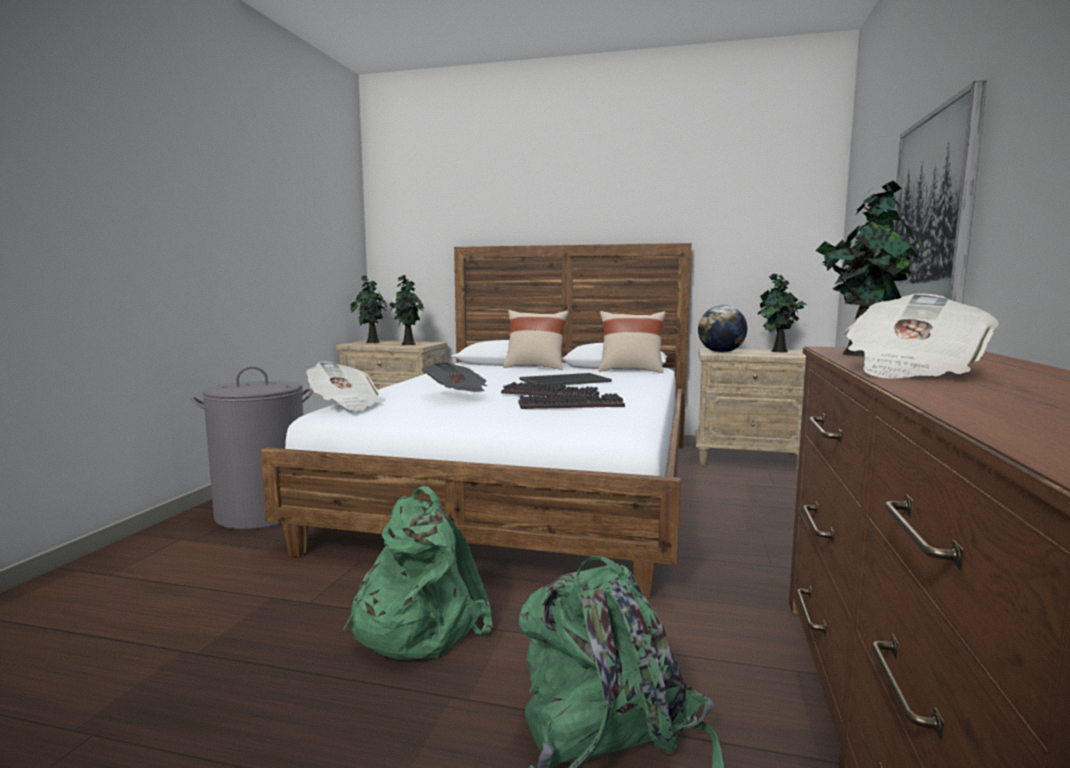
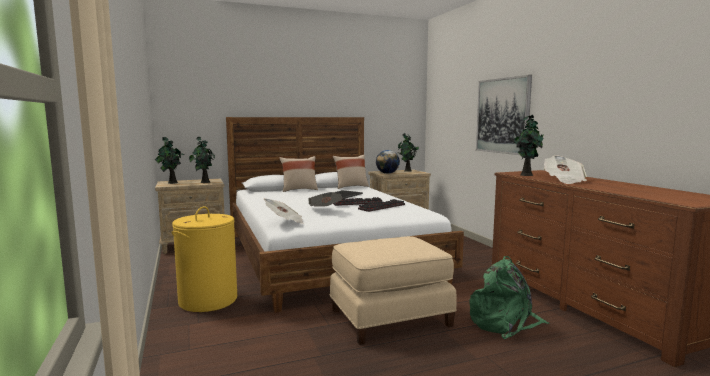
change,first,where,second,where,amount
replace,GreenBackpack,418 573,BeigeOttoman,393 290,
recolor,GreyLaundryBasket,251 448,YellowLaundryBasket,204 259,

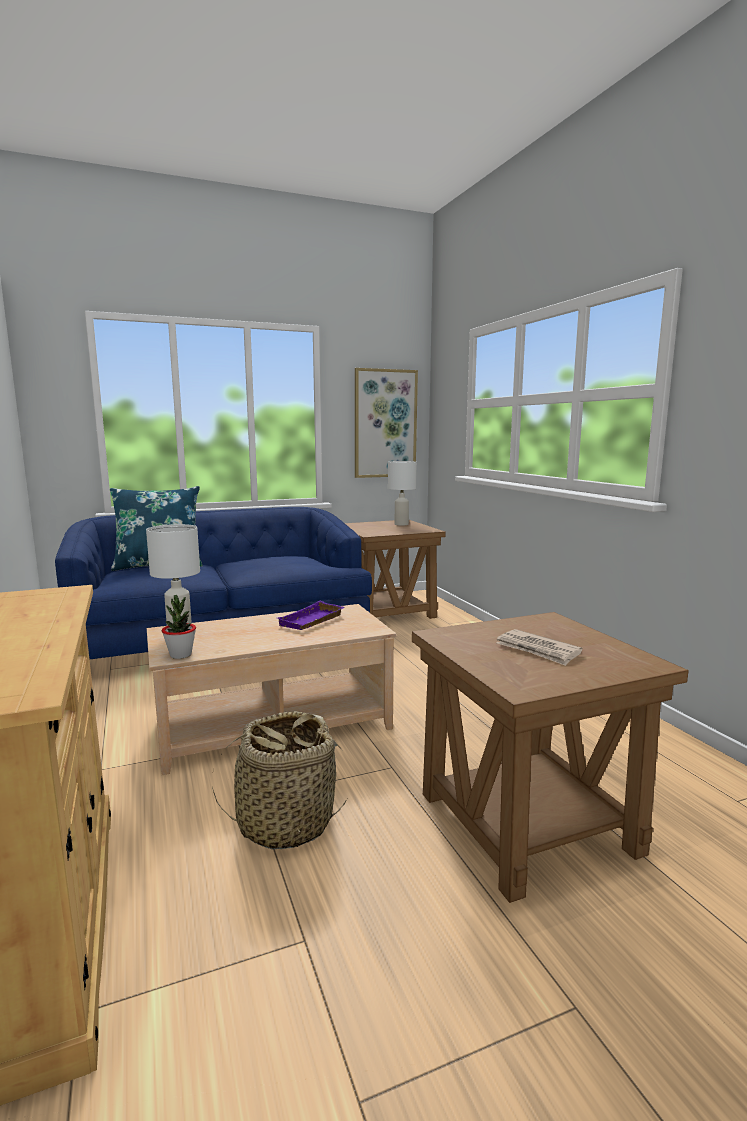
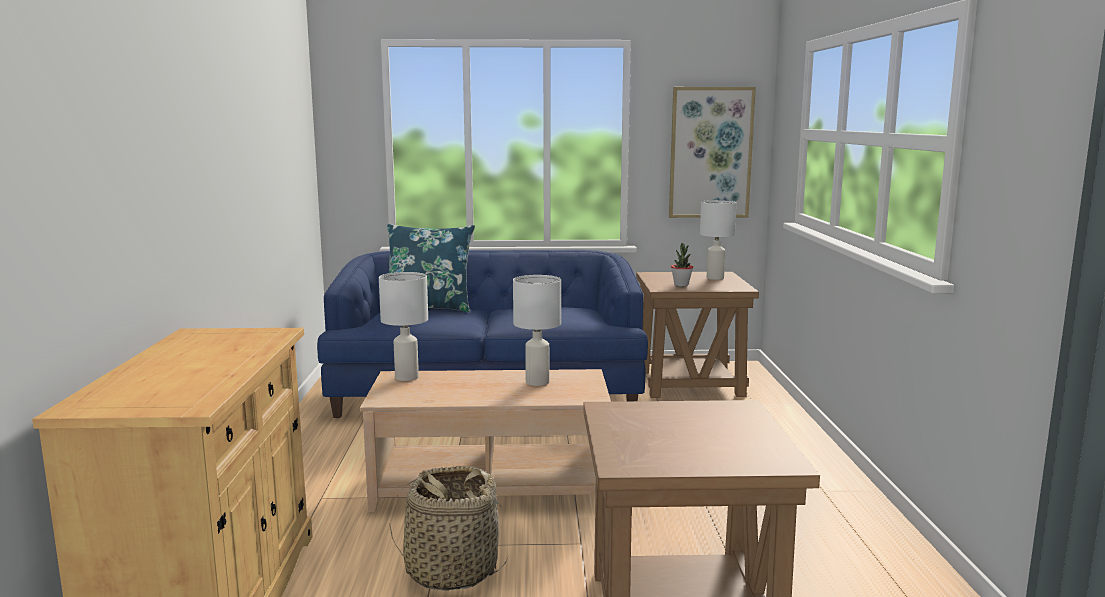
change,first,where,second,where,amount
delete,Newspaper,539 647,,,
move,PottedPlant,179 627,,682 264,
replace,PurpleTray,311 615,WhiteTableLamp,537 330,

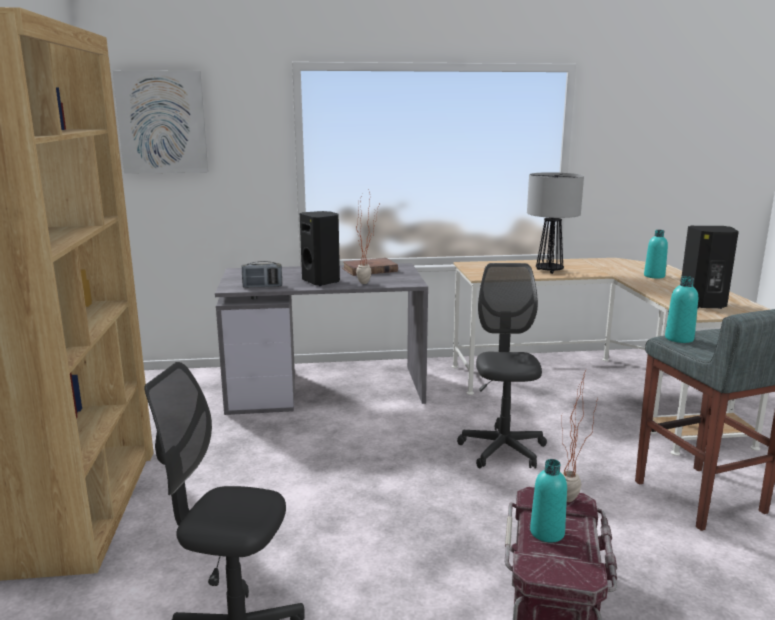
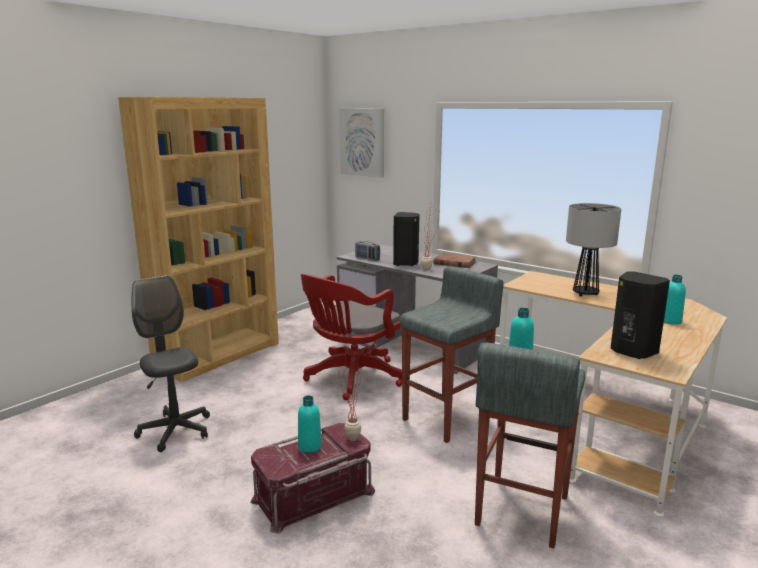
change,first,where,second,where,amount
insert,,,RedOfficeChair,351 337,
replace,GreyOfficeChair,502 366,GreyStool,452 355,

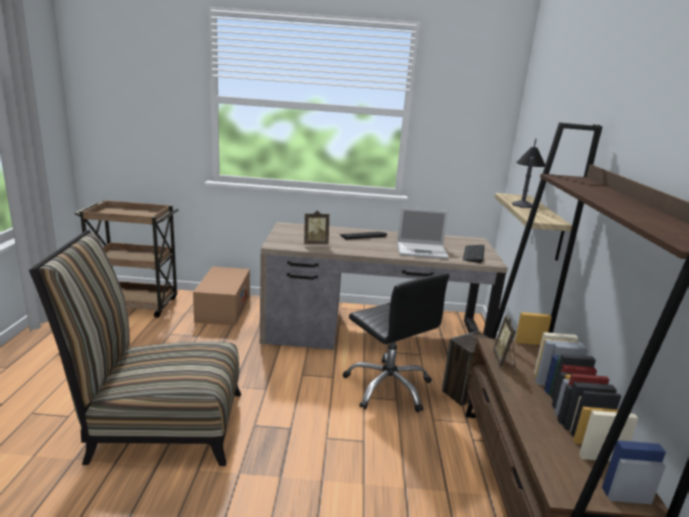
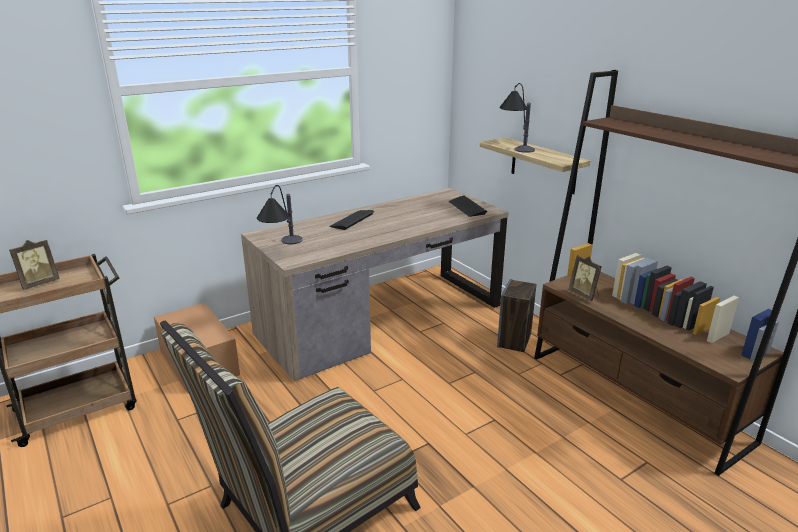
change,first,where,second,where,amount
delete,BlackOfficeChair,396 343,,,
delete,Laptop,423 233,,,
insert,,,TableLamp,280 214,
move,PictureFrame,316 227,,34 265,

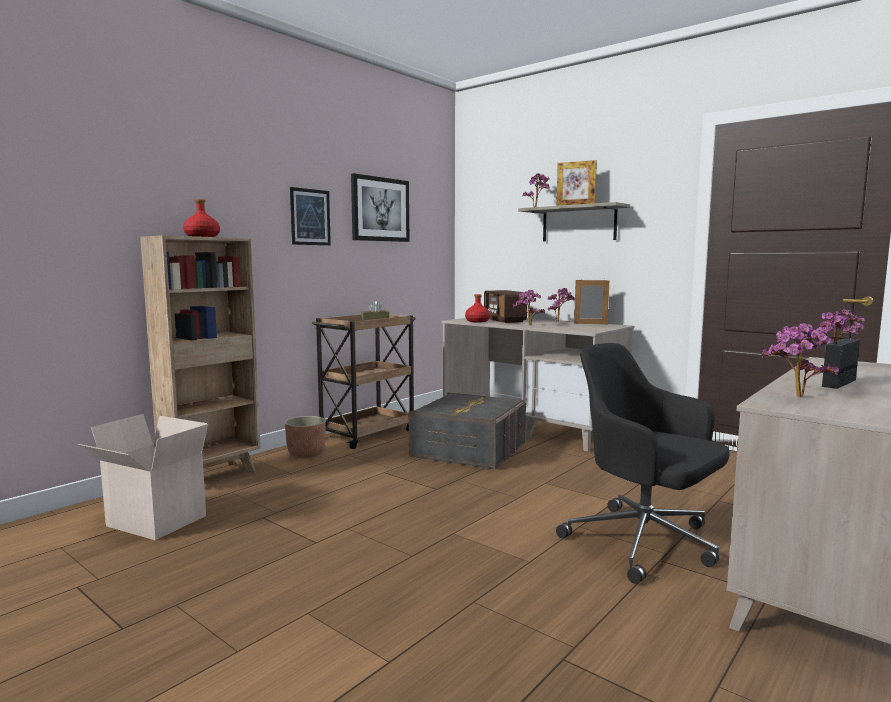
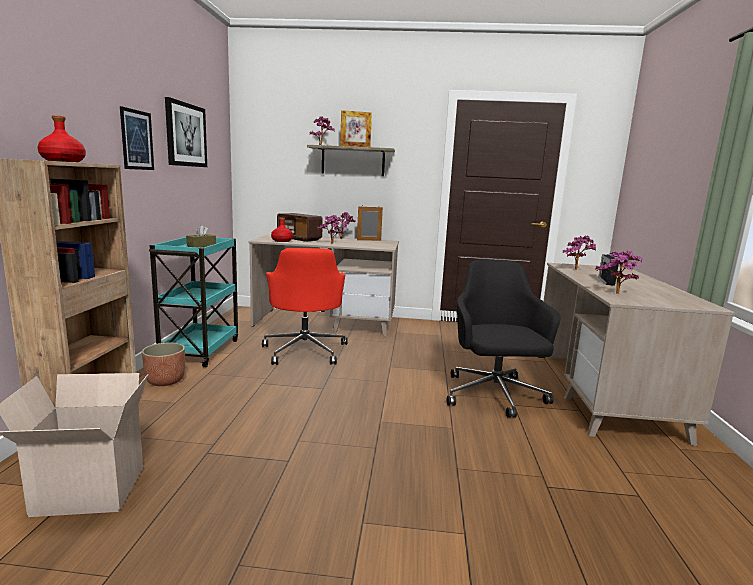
change,first,where,second,where,amount
replace,GreyStorageBox,467 431,RedOfficeChair,305 306,
recolor,BrownCart,364 381,TurquoiseCart,193 302,
rotate,BlackOfficeChair,642 463,,504 339,75 degrees clockwise

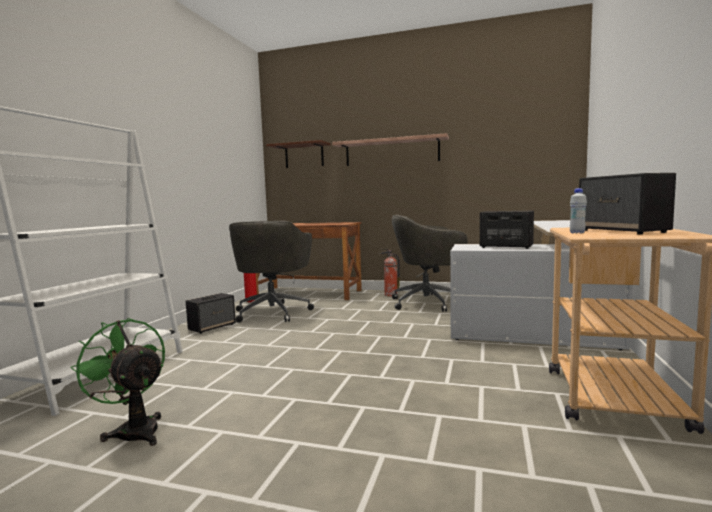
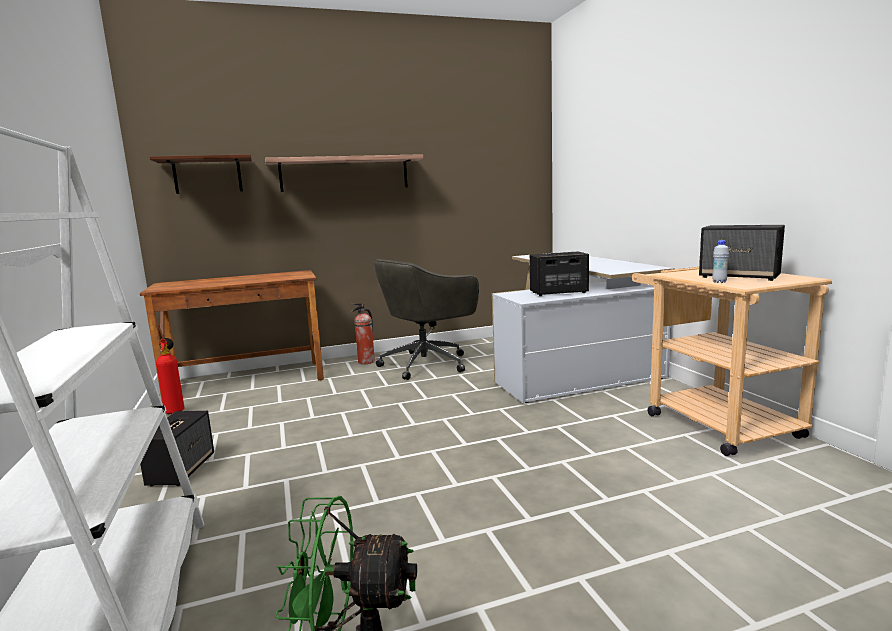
change,first,where,second,where,amount
delete,GreyOfficeChair,271 272,,,

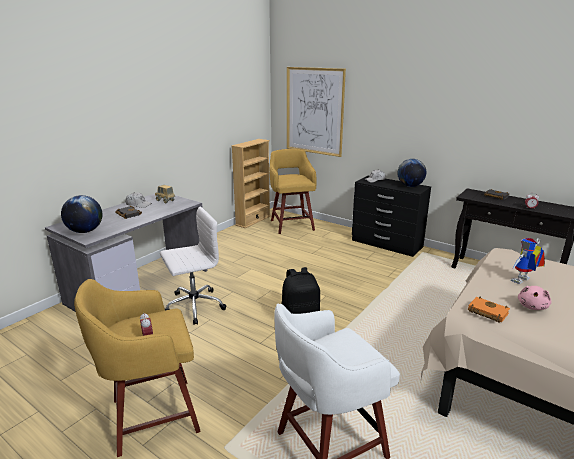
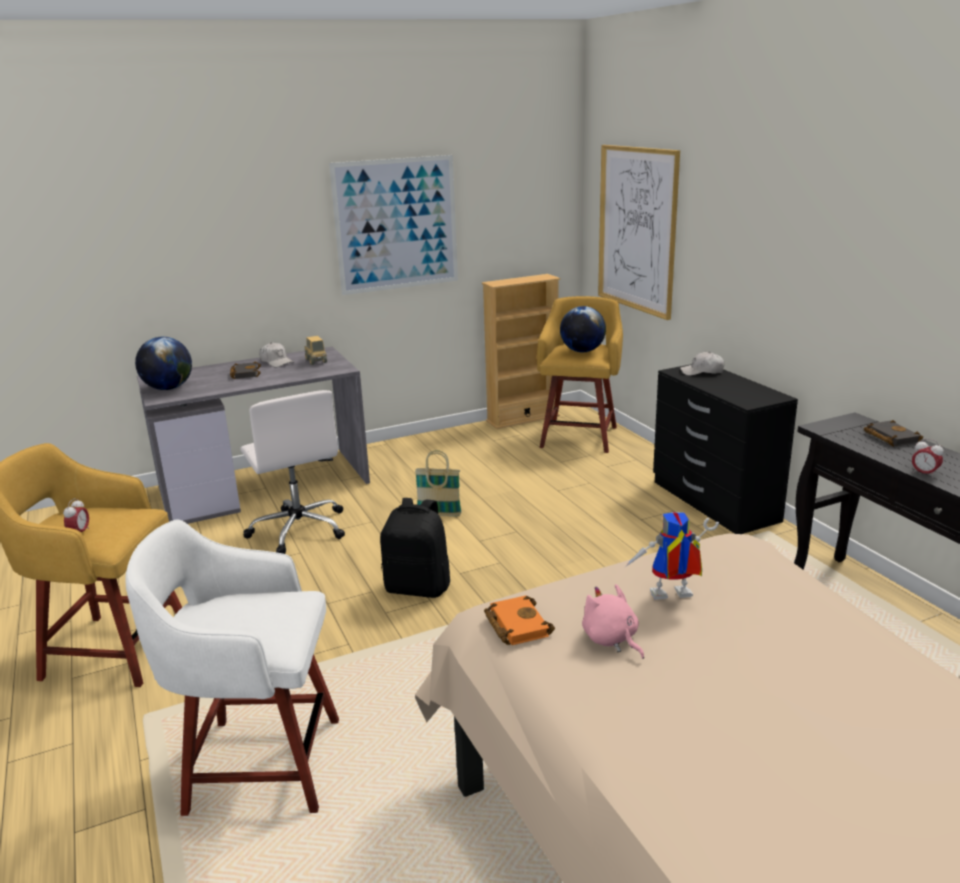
change,first,where,second,where,amount
insert,,,Picture,393 225,
insert,,,Basket,438 483,
move,Globe,411 173,,583 329,
rotate,WhiteOfficeChair,193 265,,292 472,60 degrees clockwise
rotate,PinkPlushToy,535 298,,613 621,90 degrees clockwise

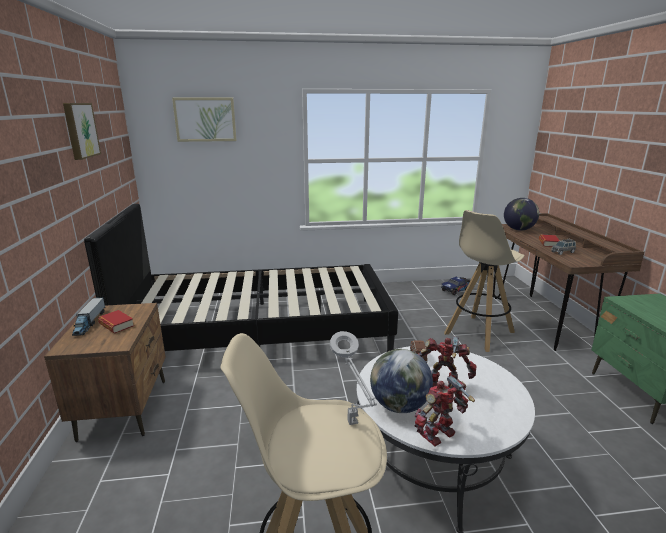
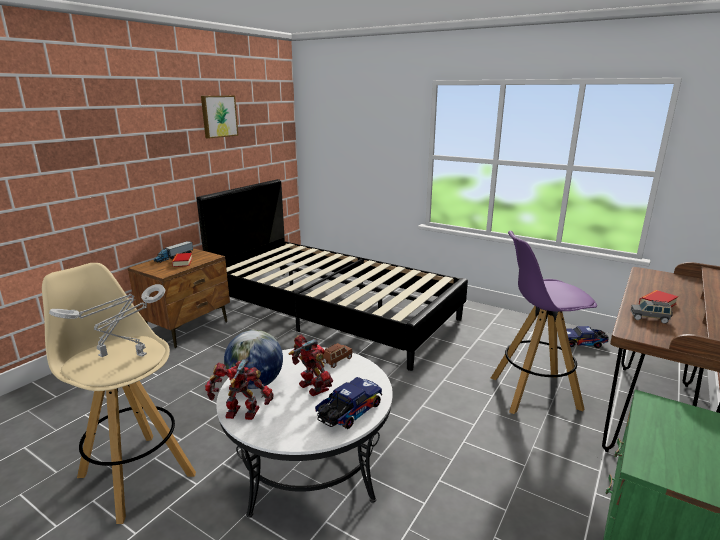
change,first,where,second,where,amount
delete,Picture,204 120,,,
delete,Globe,521 214,,,
insert,,,GreyTableLamp,92 325,
insert,,,ToyTruck,348 403,
recolor,BeigeStool,484 281,PurpleStool,544 322,

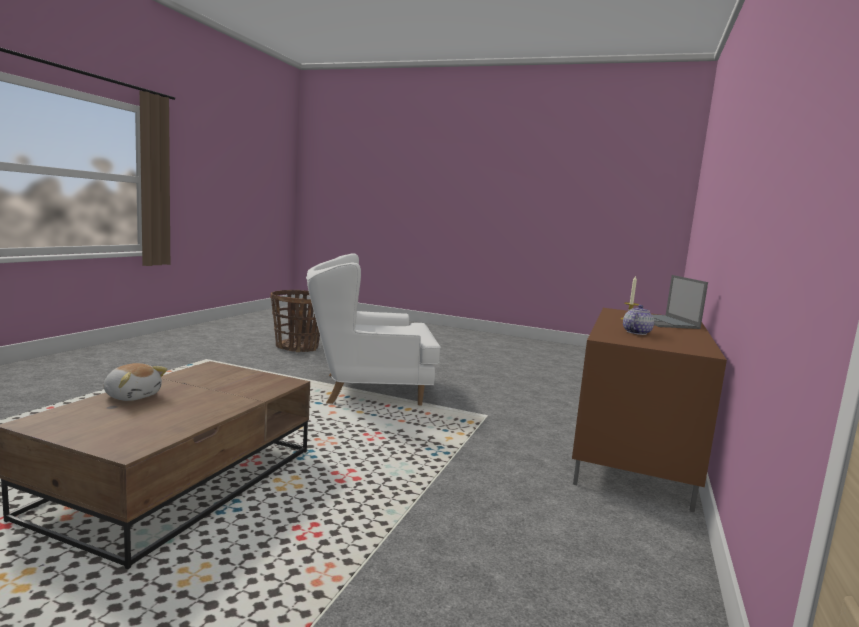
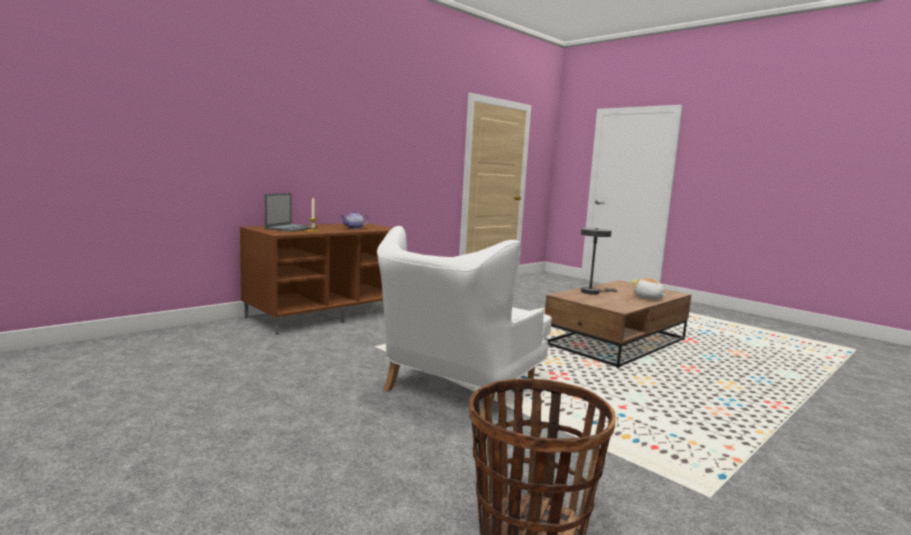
change,first,where,second,where,amount
insert,,,GreyTableLamp,599 261,
rotate,WhiteArmchair,373 329,,464 322,105 degrees clockwise

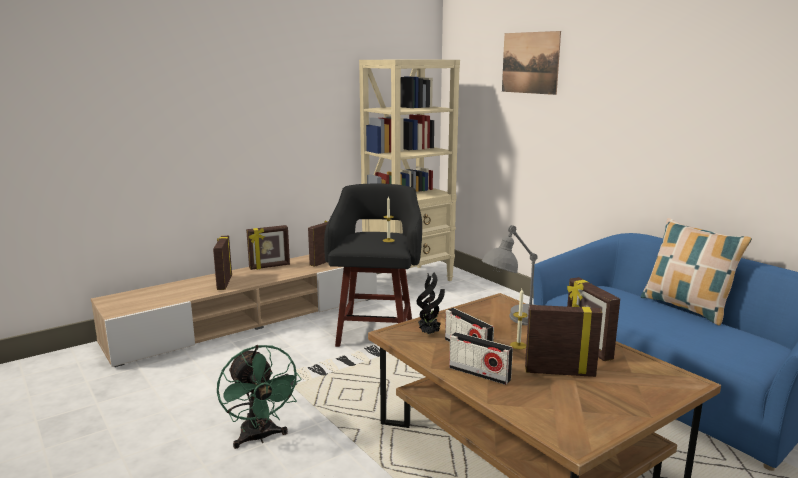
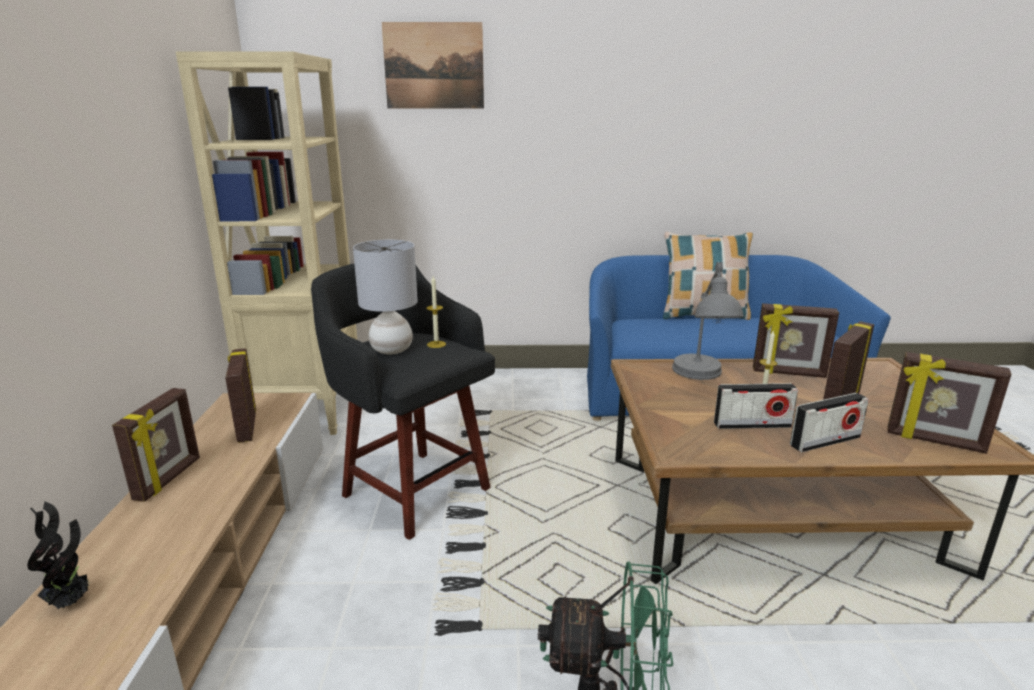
change,first,where,second,where,amount
insert,,,GreyTableLamp,385 297,
move,PictureFrame,222 263,,949 403,
move,PottedPlant,431 304,,58 555,

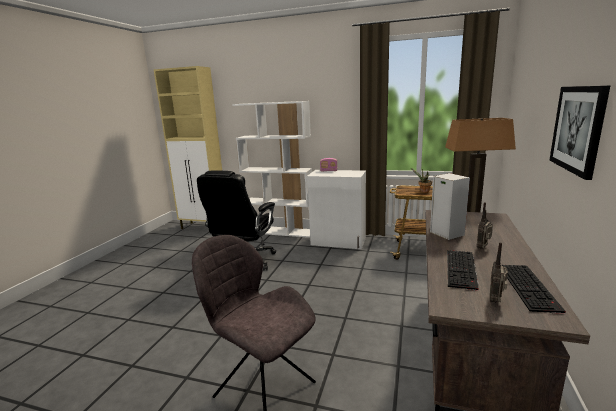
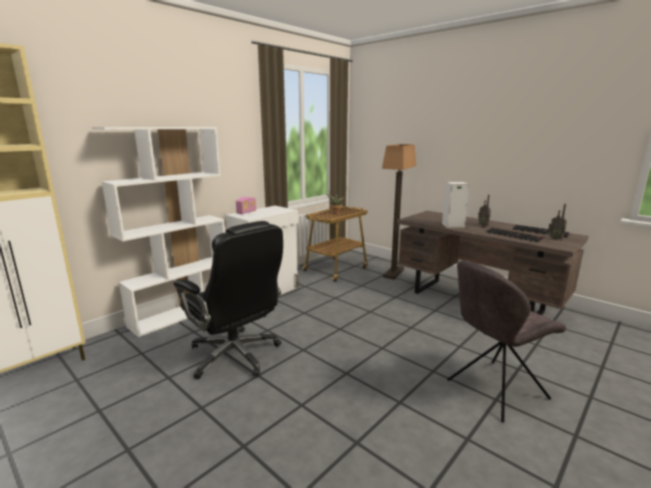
change,first,where,second,where,amount
delete,Picture,580 132,,,

